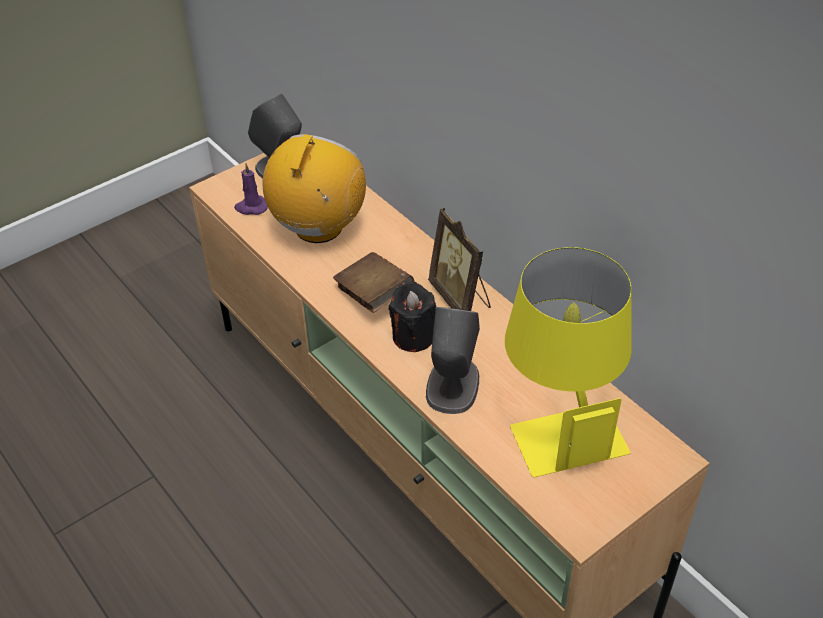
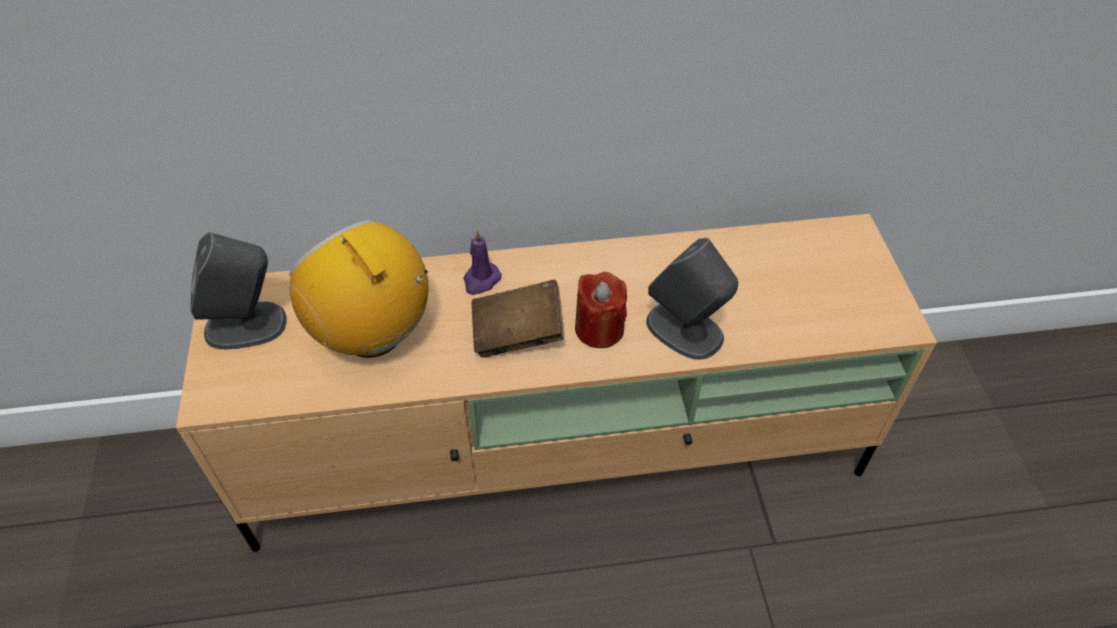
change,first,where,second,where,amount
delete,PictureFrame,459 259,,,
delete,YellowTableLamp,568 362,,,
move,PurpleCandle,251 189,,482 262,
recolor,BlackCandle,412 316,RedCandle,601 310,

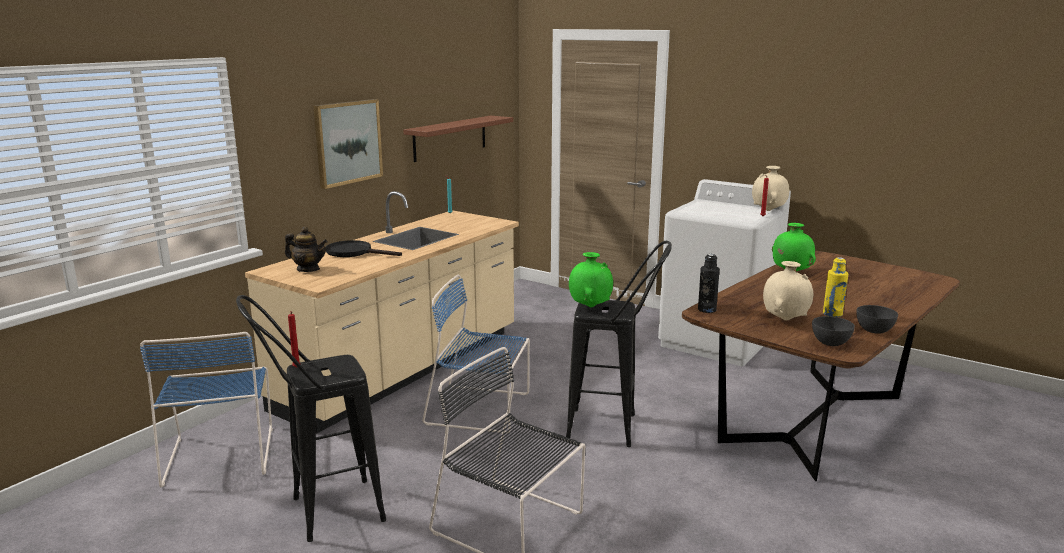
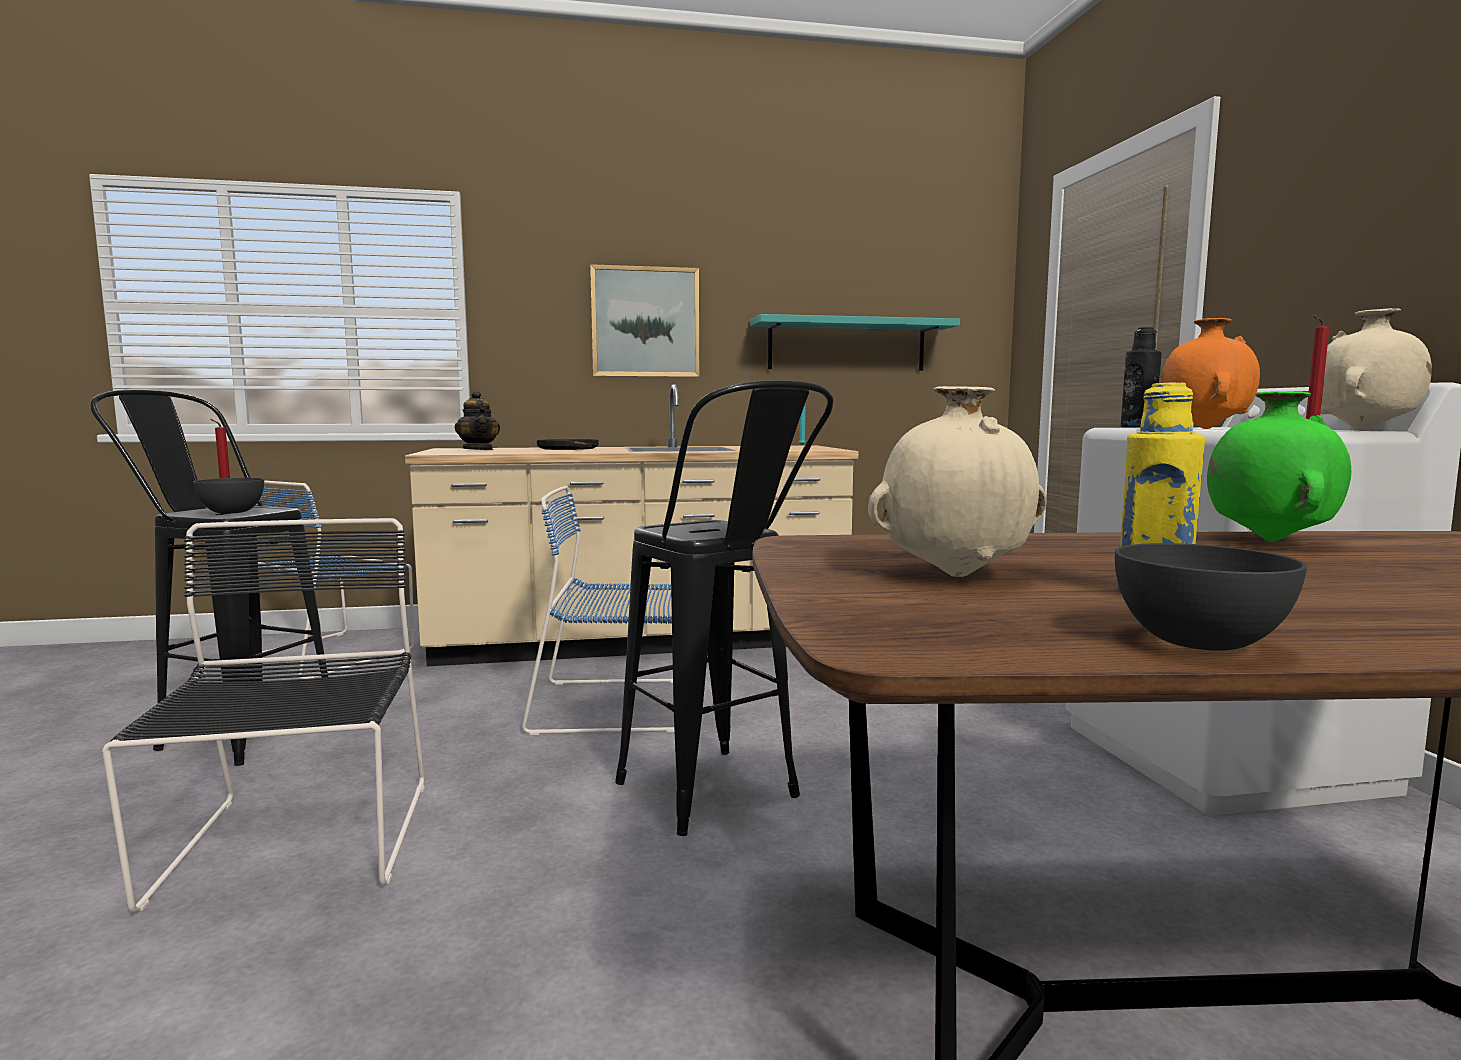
change,first,where,second,where,amount
delete,GreenVase,591 279,,,
insert,,,OrangeVase,1210 373,
move,BlackBottle,709 283,,1141 377,
move,GreyBowl,833 331,,228 496,
recolor,BrownShelf,458 139,TurquoiseShelf,855 342,
rotate,BlueChair,476 354,,598 610,60 degrees counterclockwise

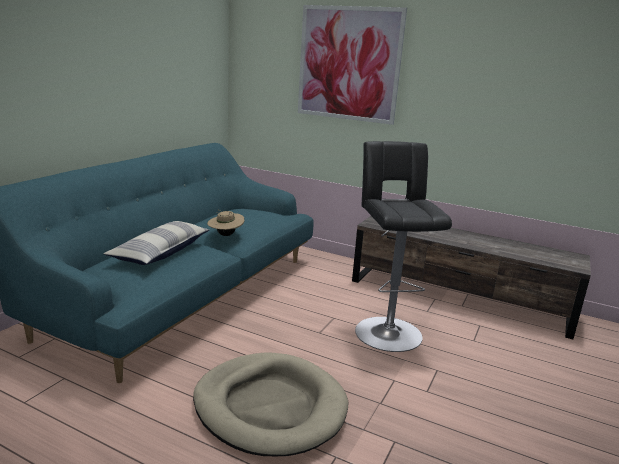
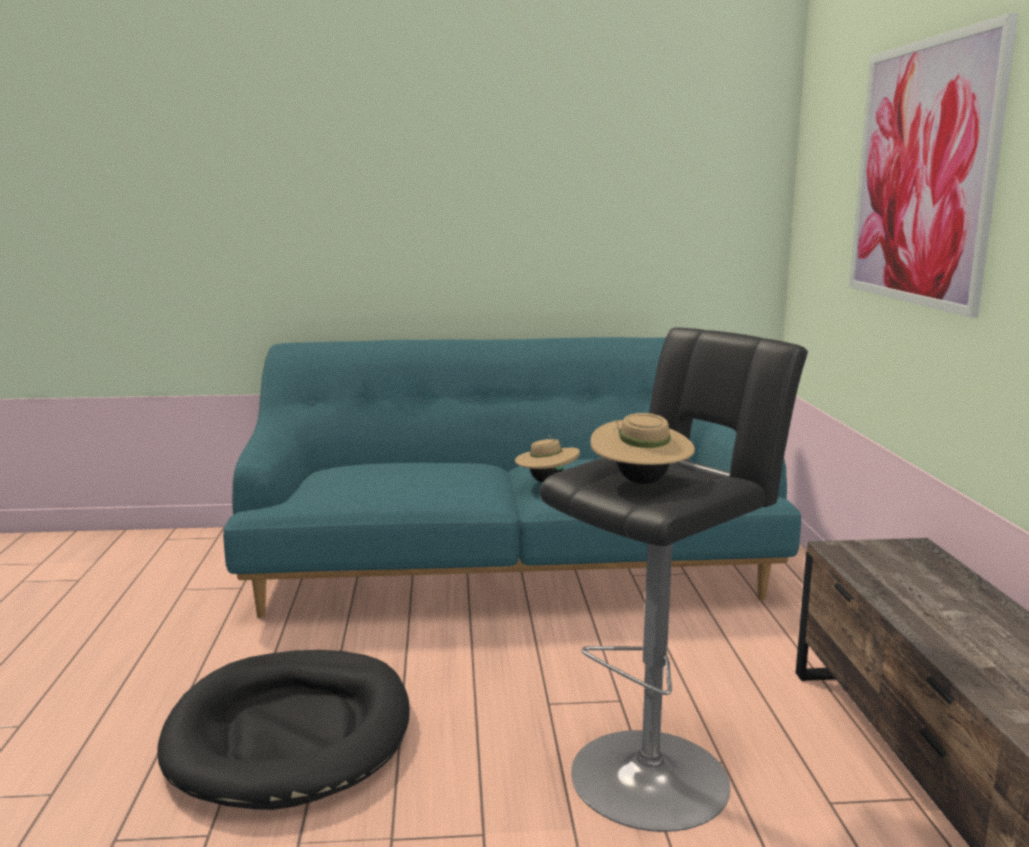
change,first,where,second,where,amount
delete,Pillow,156 243,,,
insert,,,BeigeHat,642 448,
recolor,BeigeDogBed,270 404,BlackDogBed,283 730,

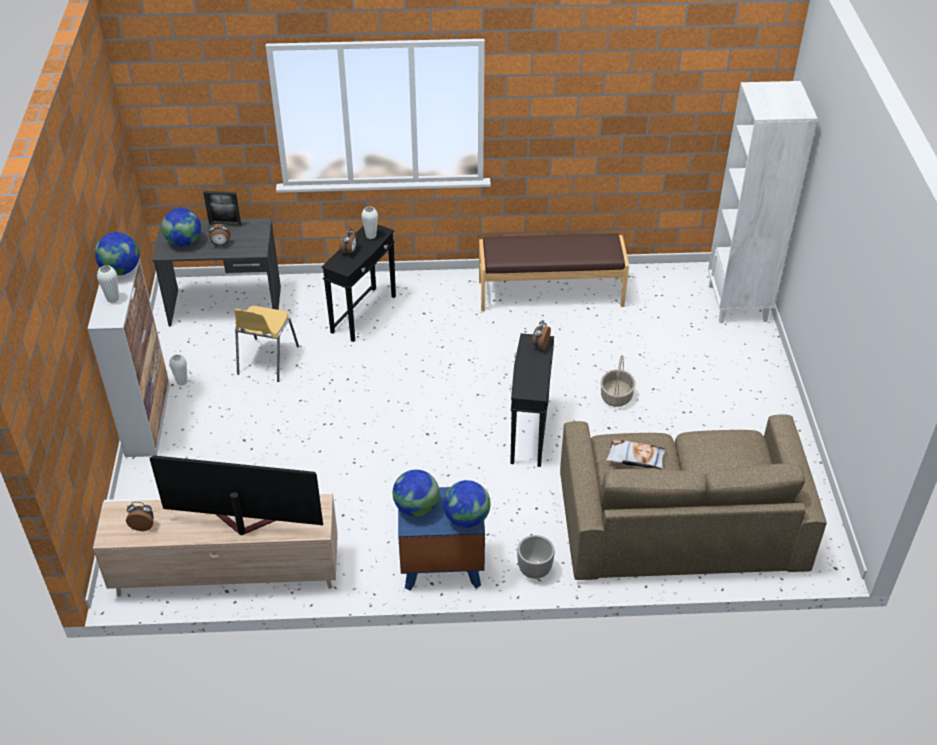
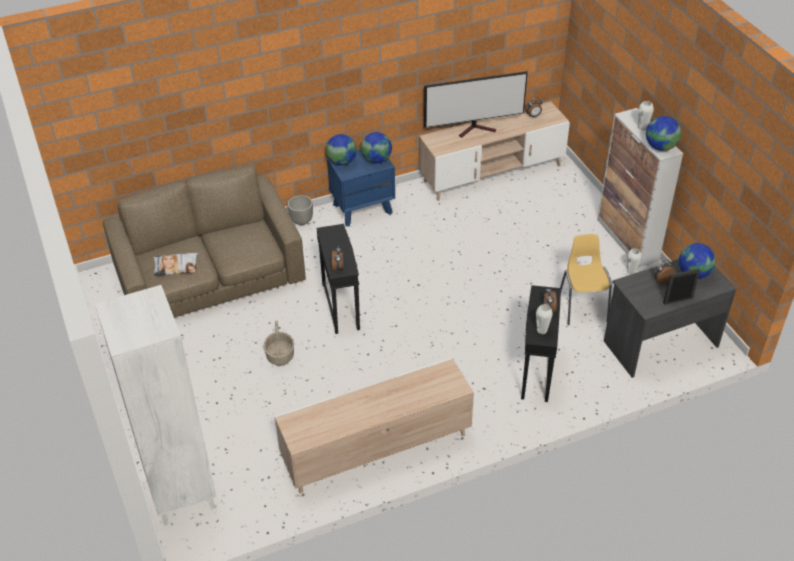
change,first,where,second,where,amount
move,Pillow,636 454,,175 264,
replace,BrownBench,554 272,BeigeTvStand,374 426,

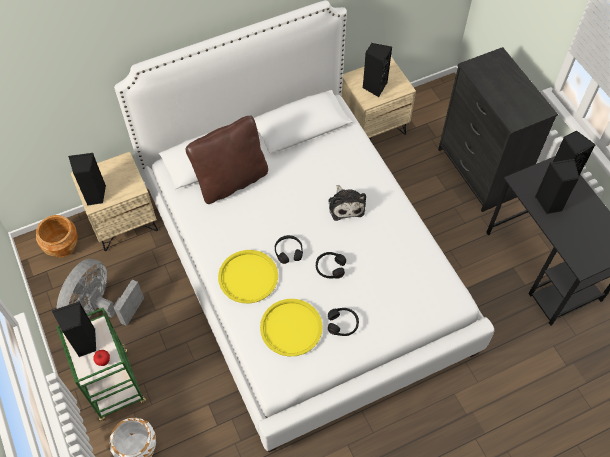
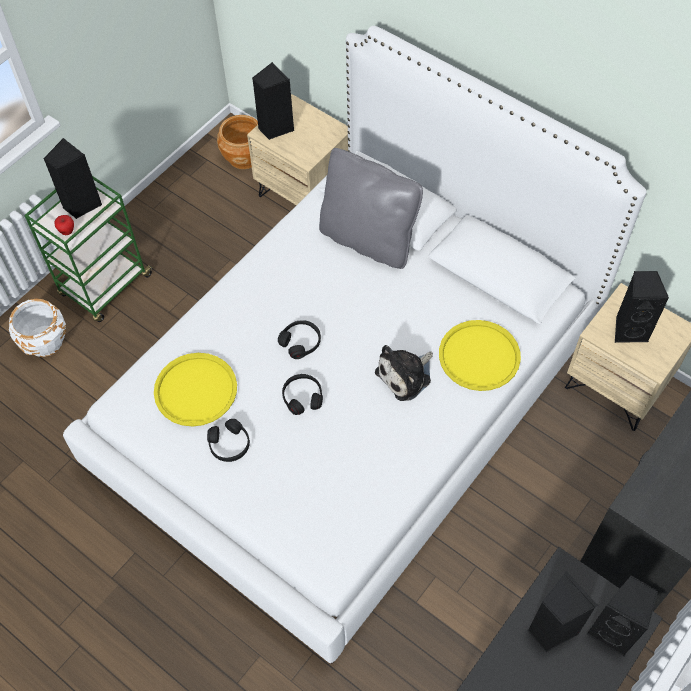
change,first,where,second,where,amount
delete,GreyFan,100 292,,,
move,YellowTray,248 276,,480 355,
recolor,BrownPillow,227 160,GreyPillow,371 208,

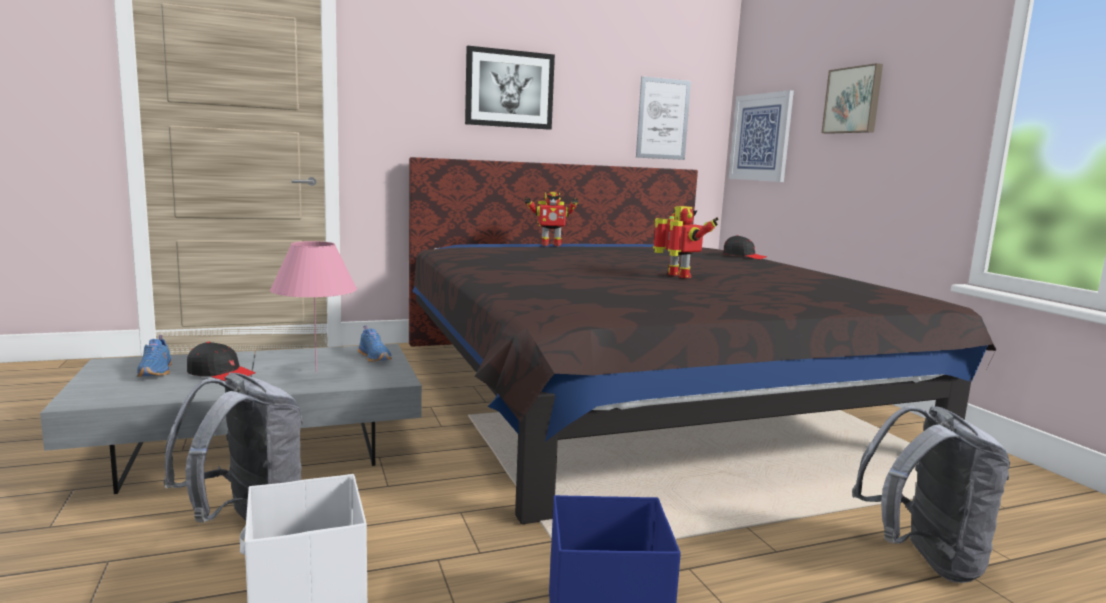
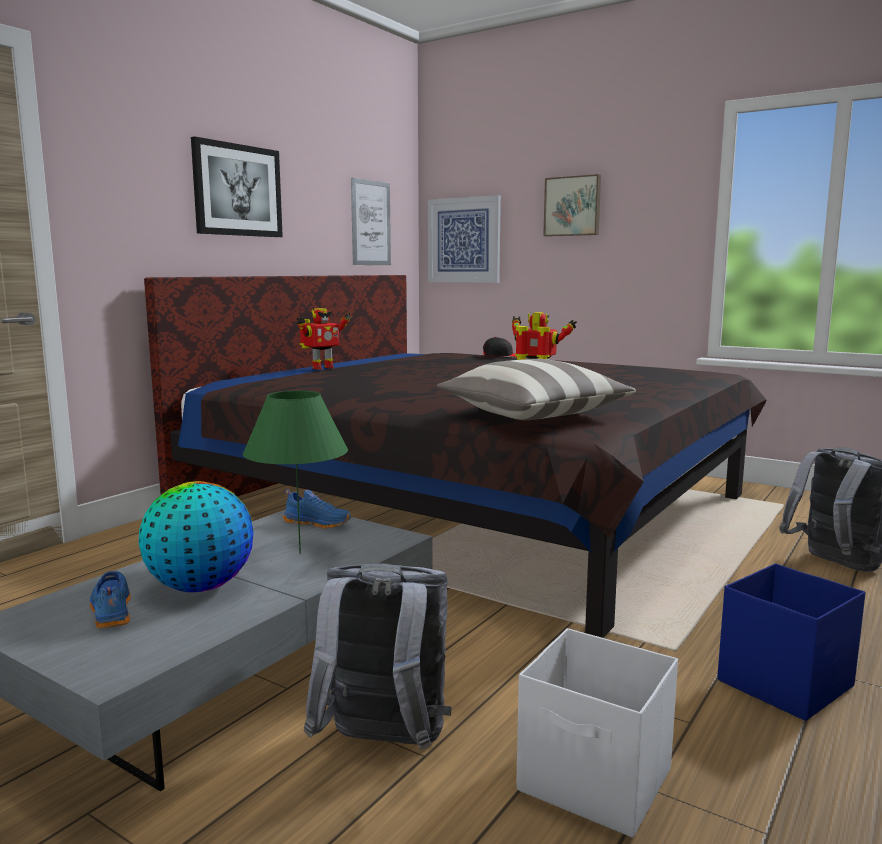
change,first,where,second,where,amount
insert,,,Pillow,536 389,
replace,BlackCap,221 361,Globe,196 536,
recolor,PinkTableLamp,313 306,GreenTableLamp,295 472,
rotate,BlueShoe,154 356,,110 600,150 degrees counterclockwise

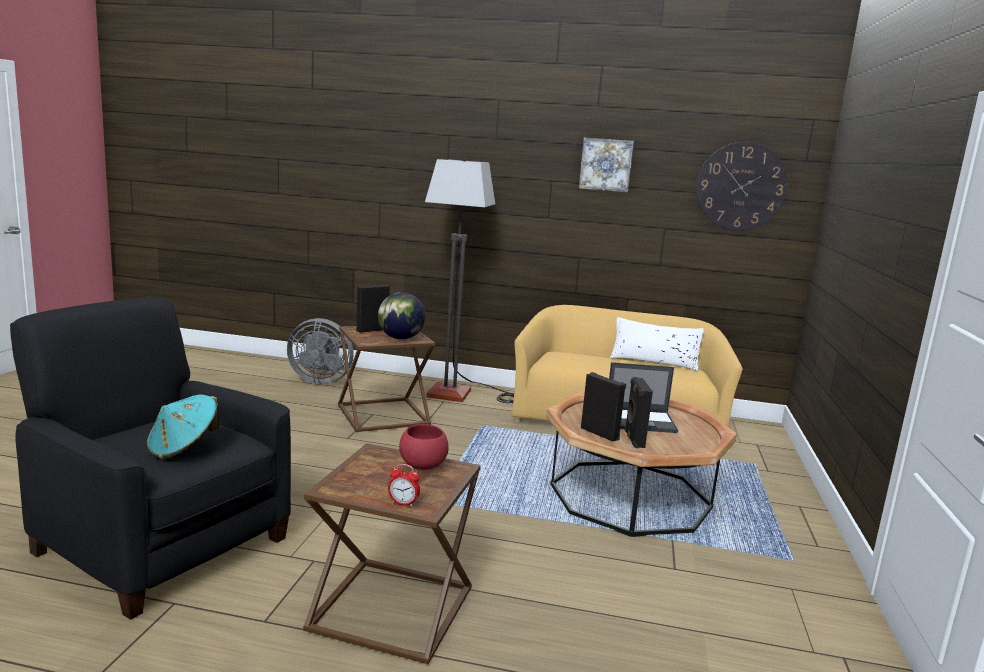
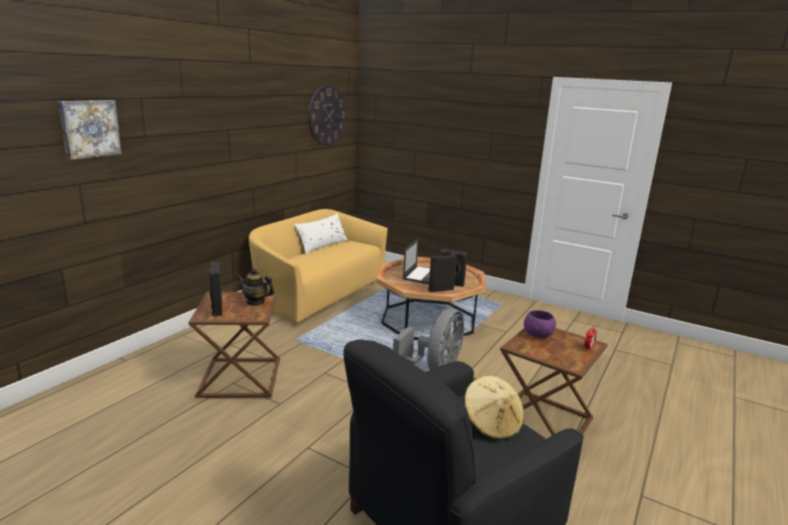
change,first,where,second,where,amount
delete,FloorLamp,469 280,,,
move,GreyFan,320 351,,428 339,
move,Picture,606 164,,90 130,
replace,Globe,401 315,Teapot,255 287,
recolor,TurquoiseHat,183 426,BeigeHat,494 408,
recolor,RedBowl,424 447,PurpleBowl,540 324,

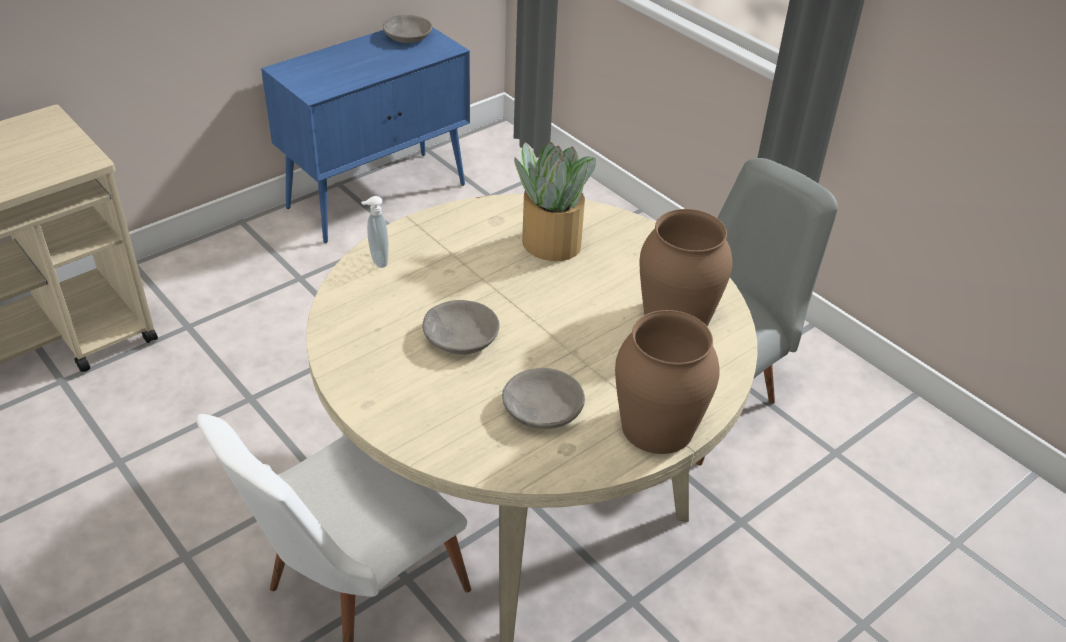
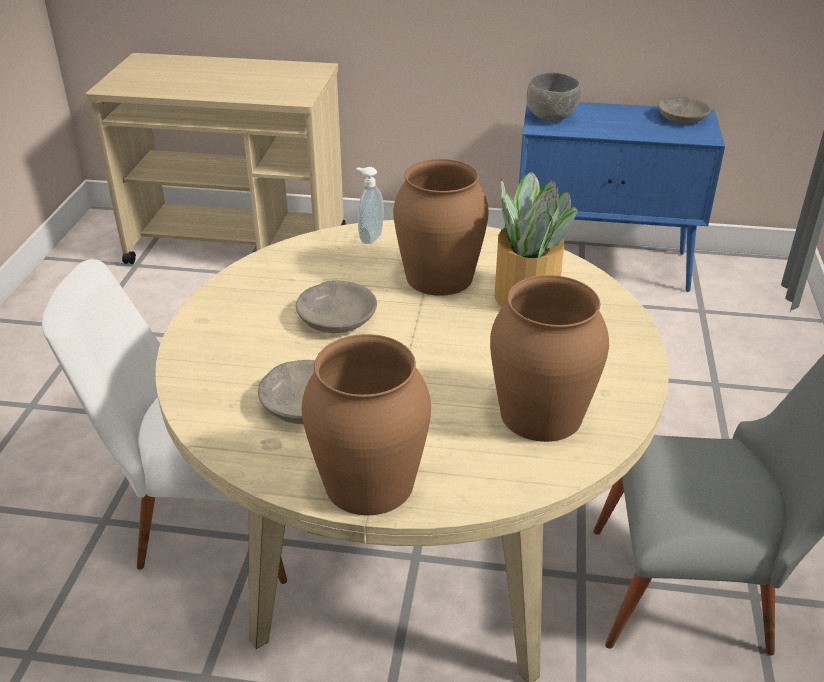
change,first,where,second,where,amount
insert,,,BrownVase,441 227,
insert,,,GreyBowl,554 97,

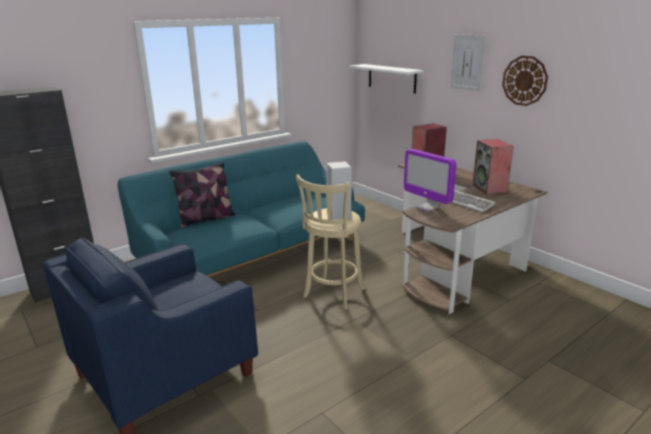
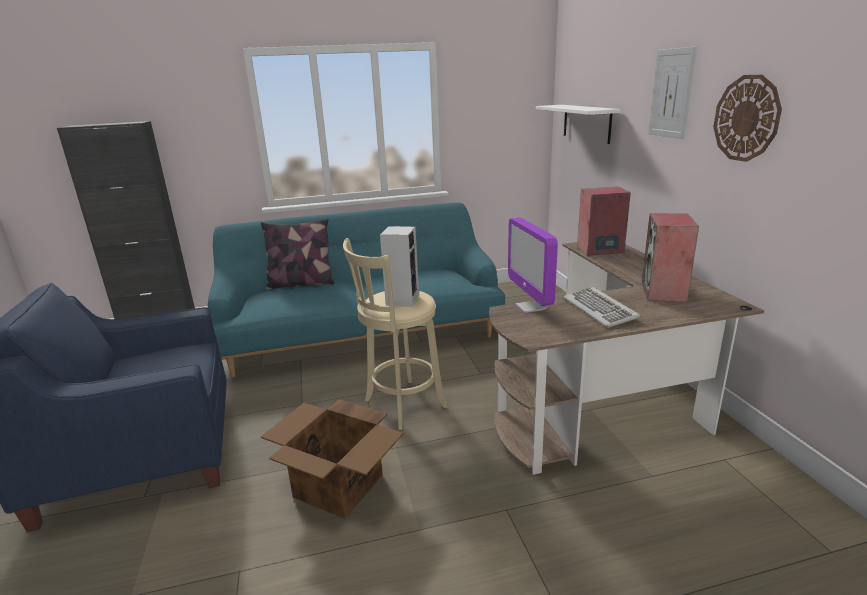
change,first,where,second,where,amount
insert,,,CardboardBox,332 459,

